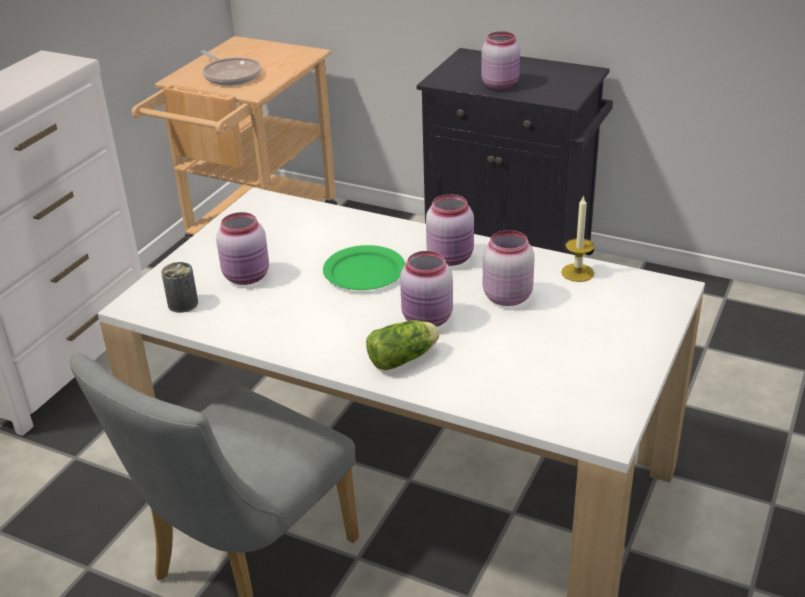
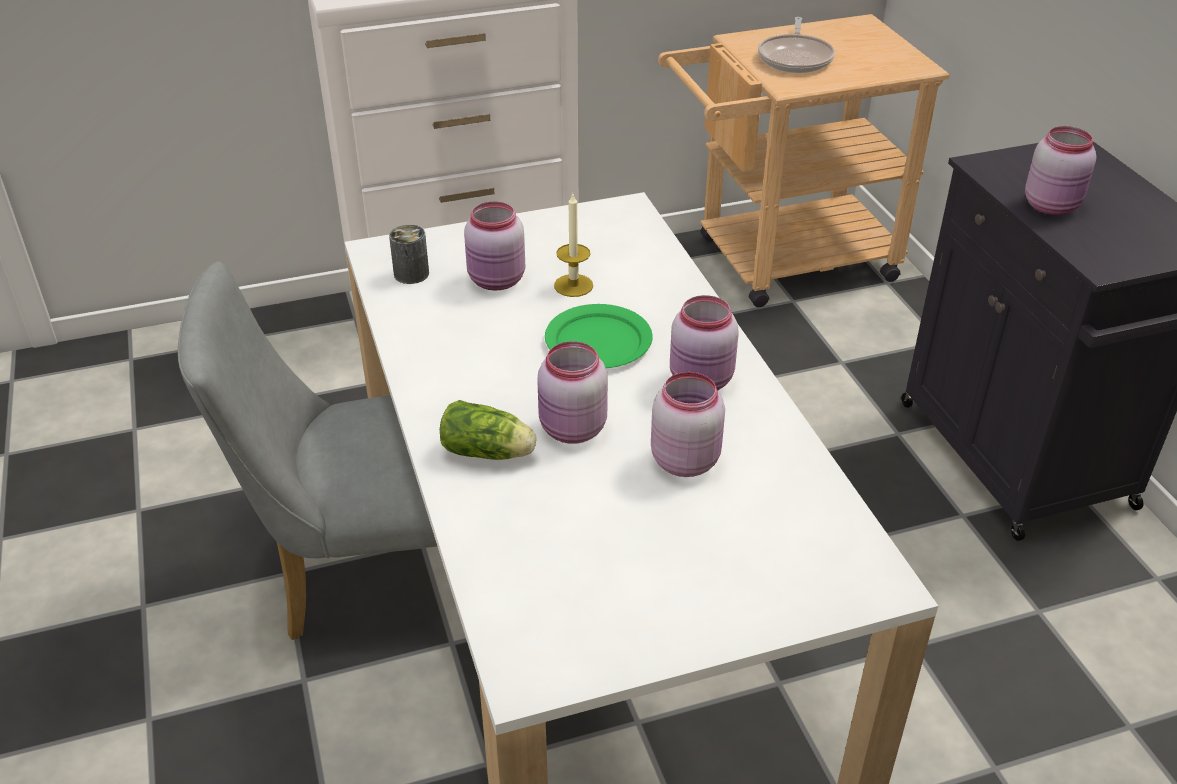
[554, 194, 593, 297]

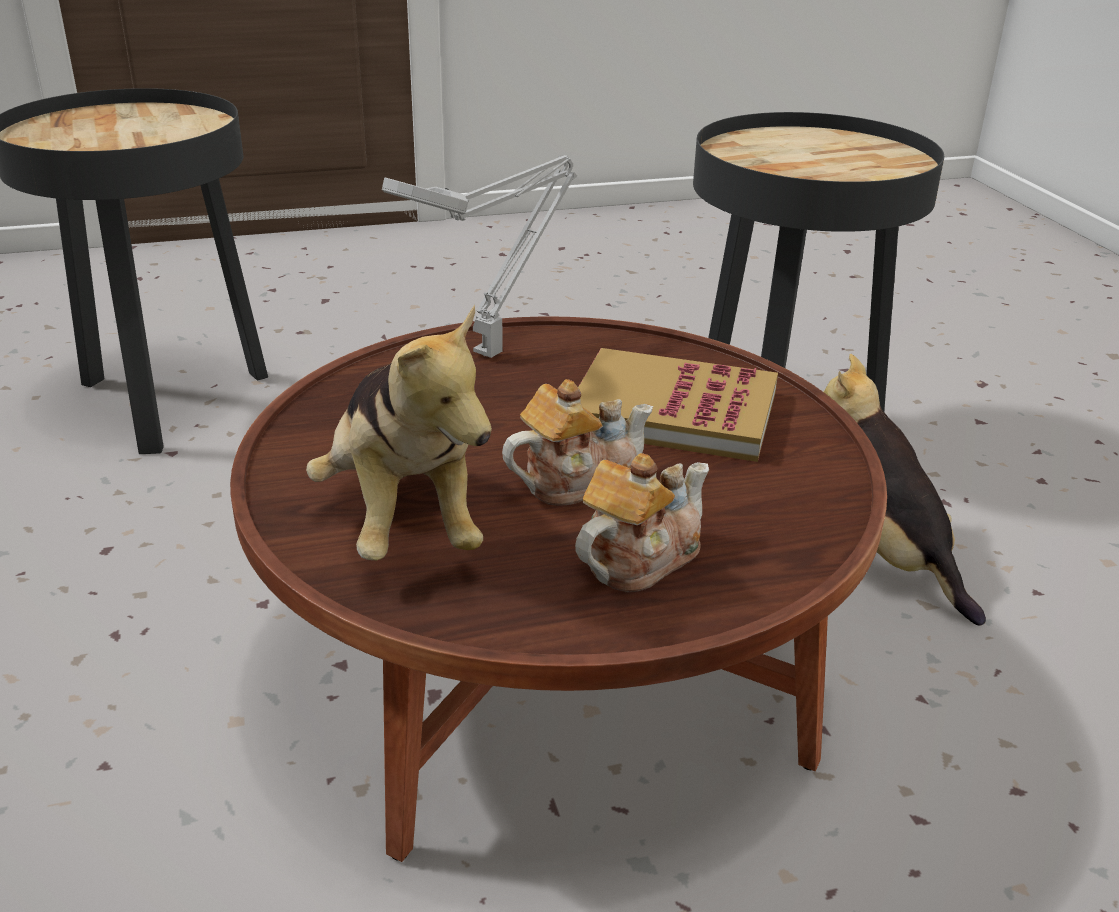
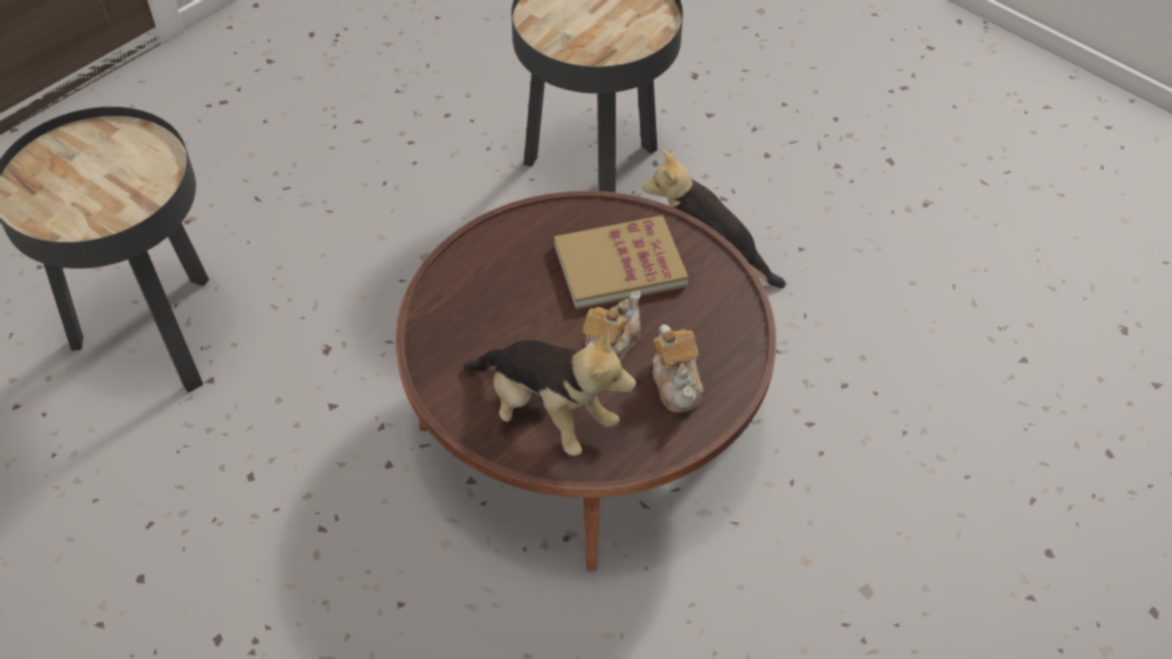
[652, 324, 704, 412]
[382, 155, 577, 358] (first image)

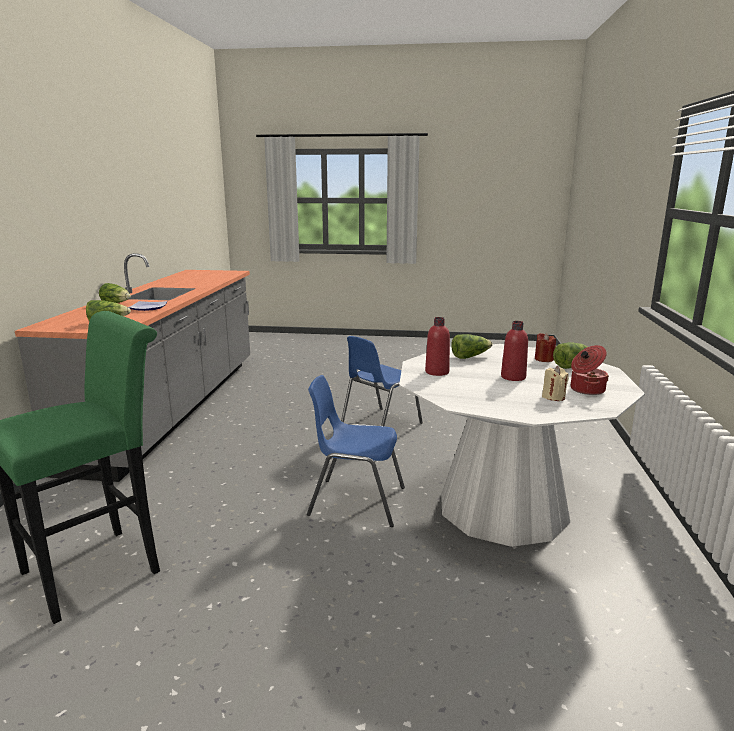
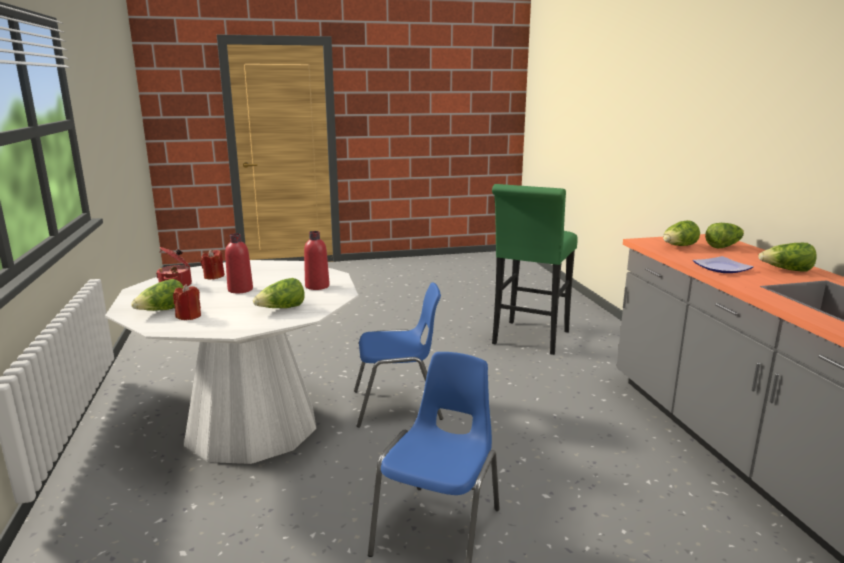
[201, 249, 225, 279]
[705, 223, 744, 248]

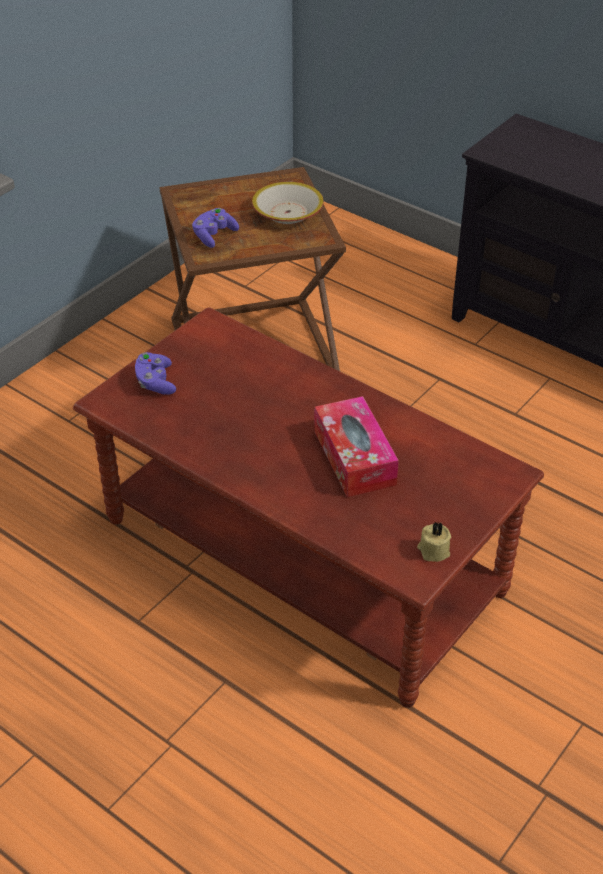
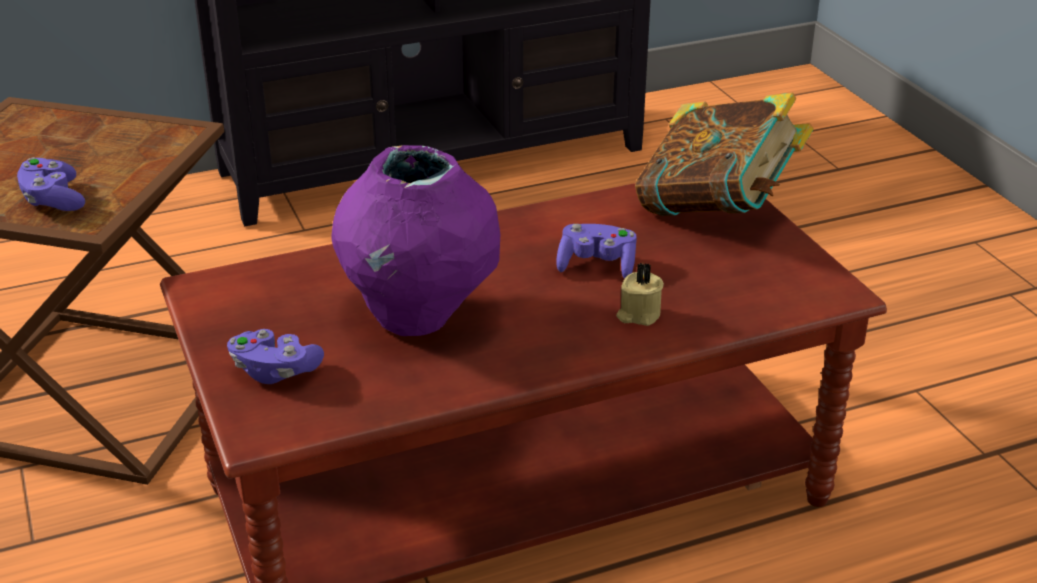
[331, 145, 500, 336]
[556, 224, 637, 279]
[616, 263, 664, 326]
[635, 93, 814, 216]
[252, 182, 324, 224] (first image)

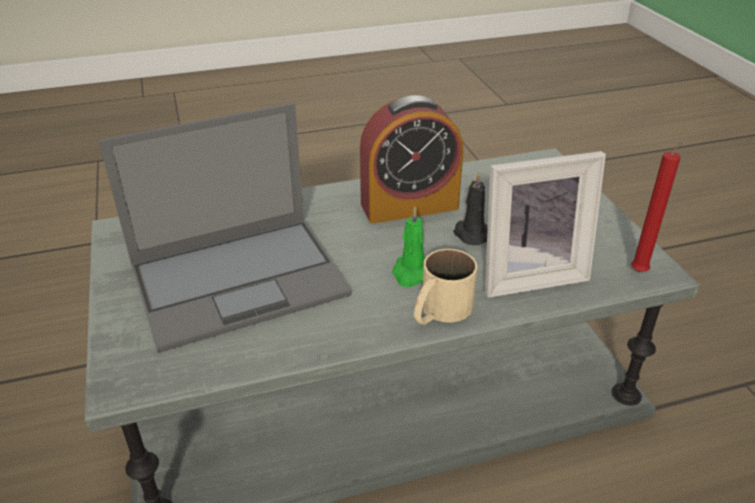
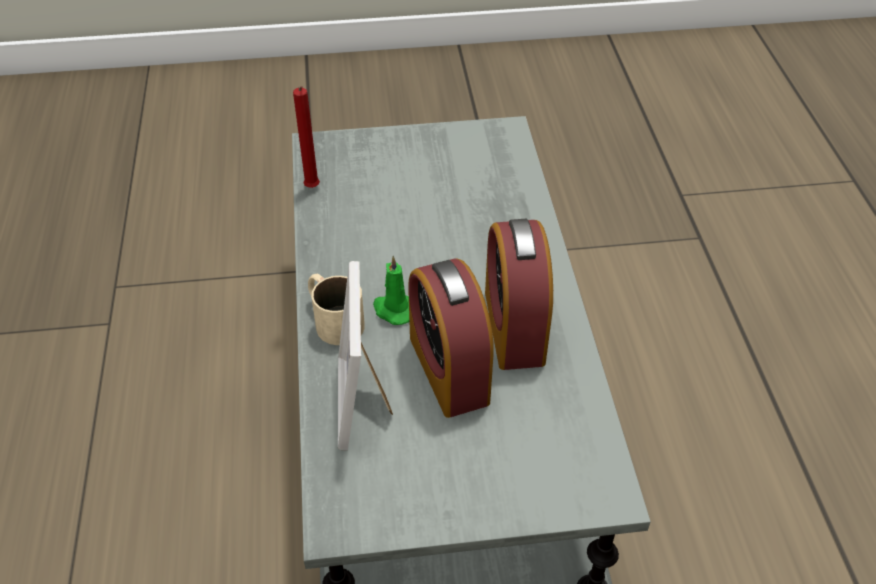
[293, 86, 320, 188]
[408, 258, 494, 418]
[98, 103, 352, 353] (first image)

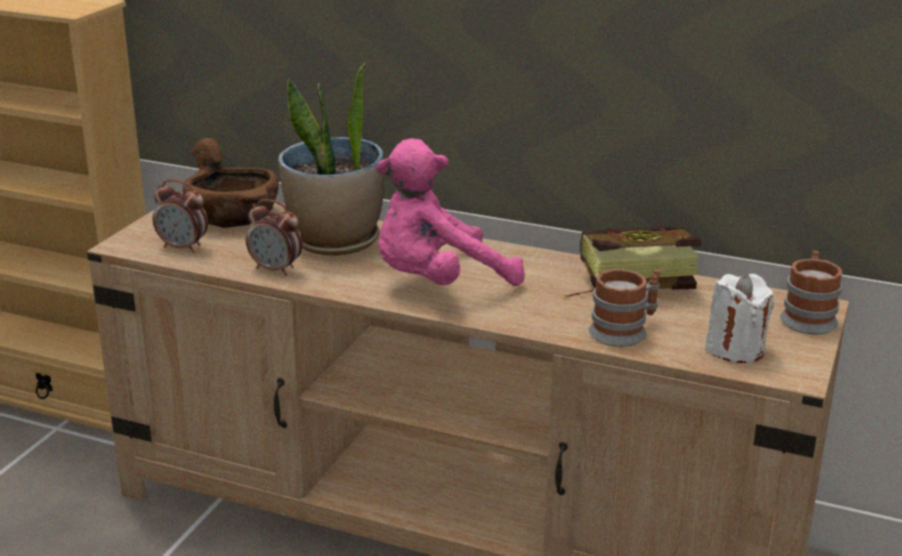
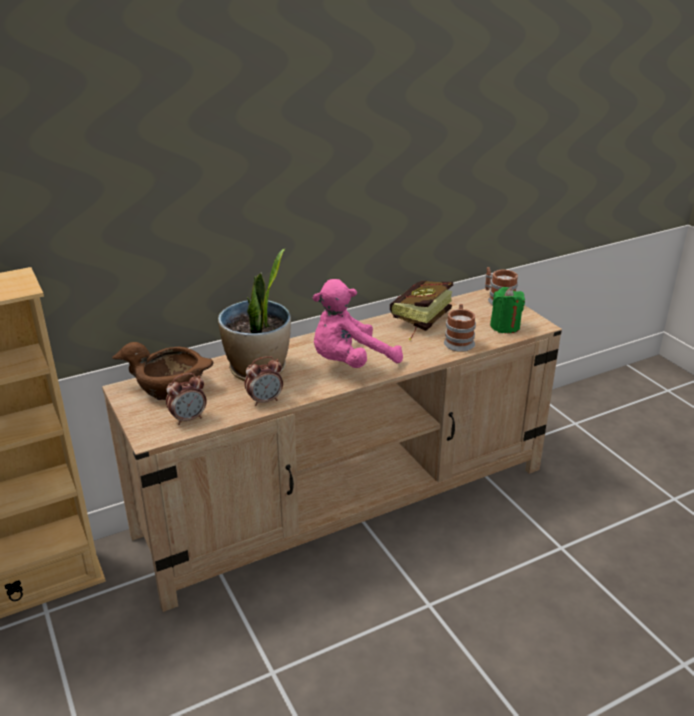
[313, 279, 403, 368]
[490, 287, 525, 333]

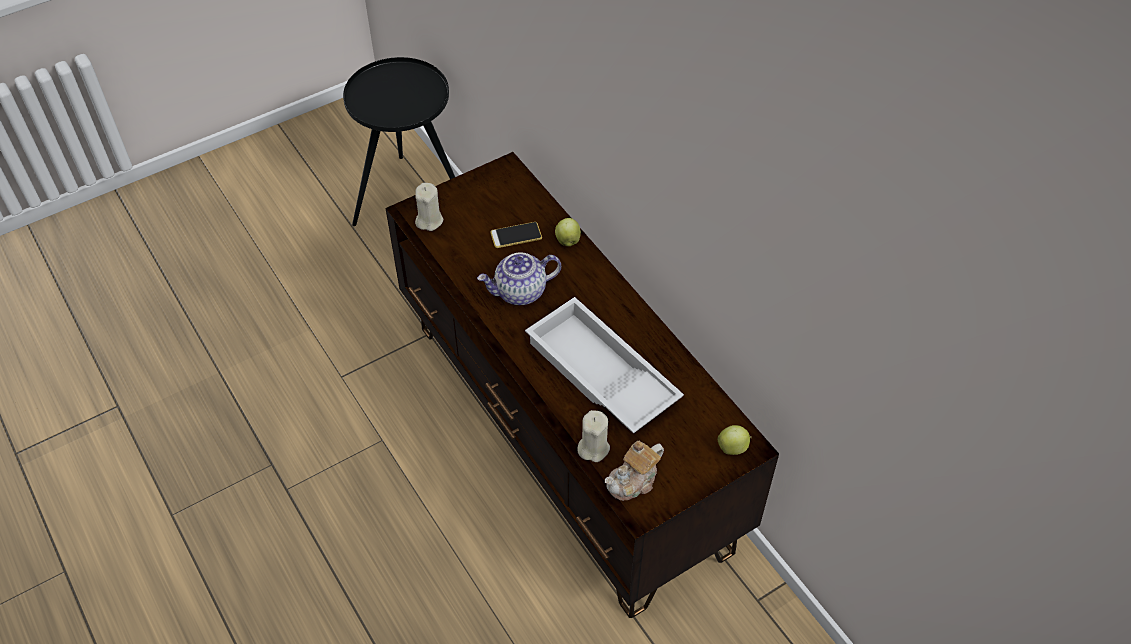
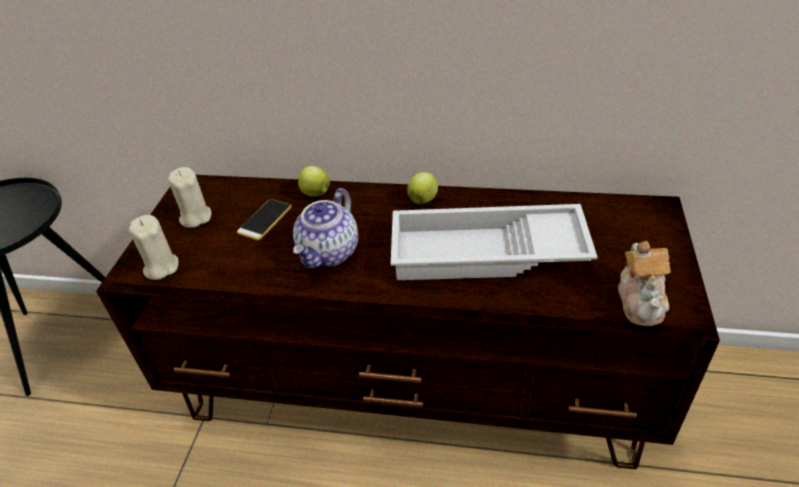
[168, 167, 211, 228]
[407, 172, 438, 204]

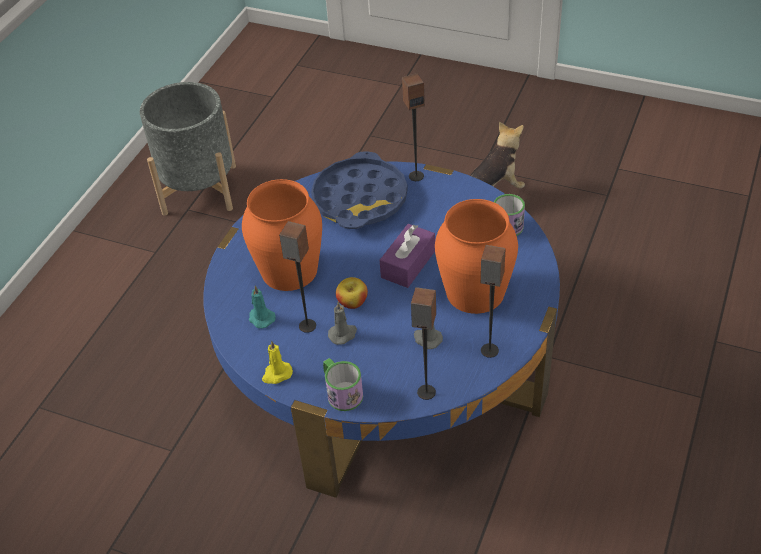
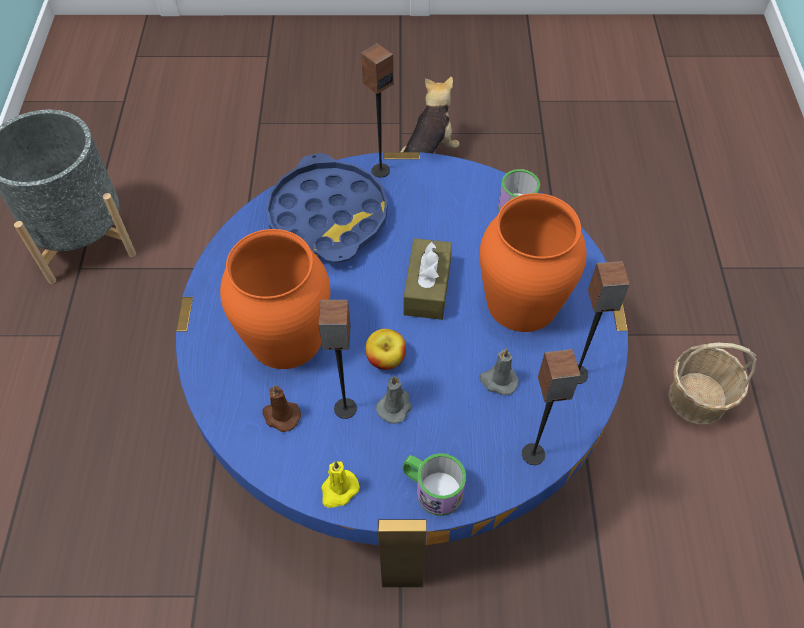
[262, 385, 301, 432]
[403, 238, 452, 320]
[668, 343, 757, 425]

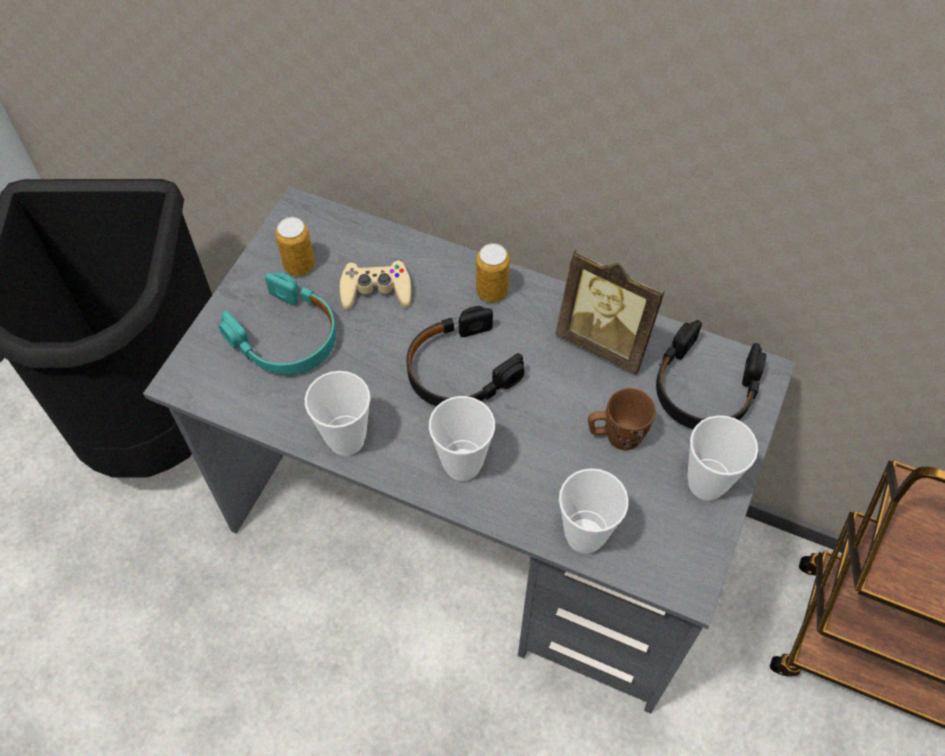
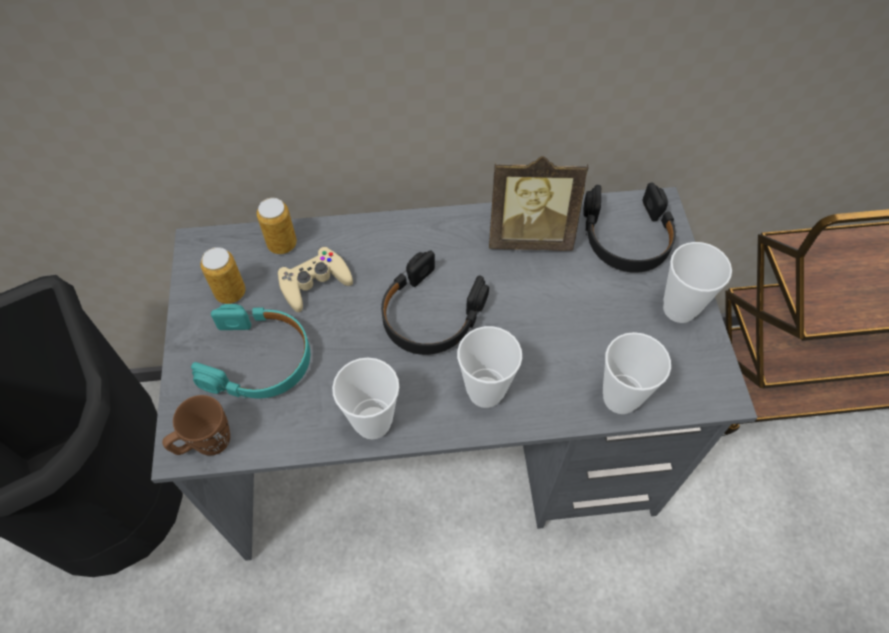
[162, 395, 230, 456]
[257, 198, 297, 254]

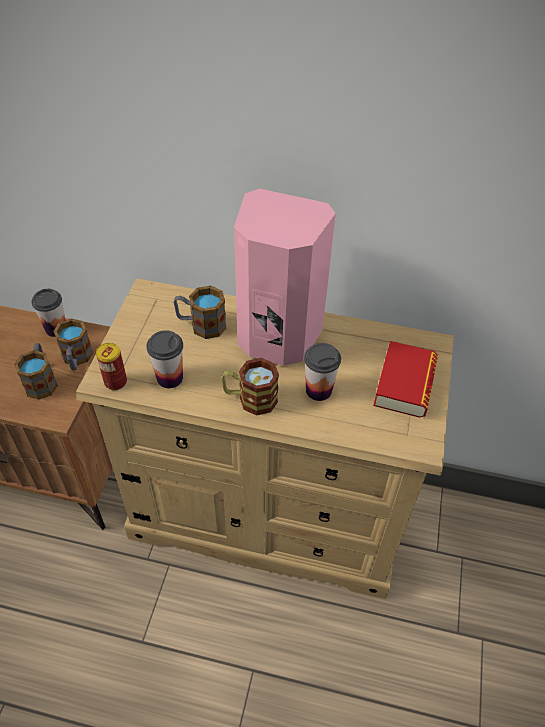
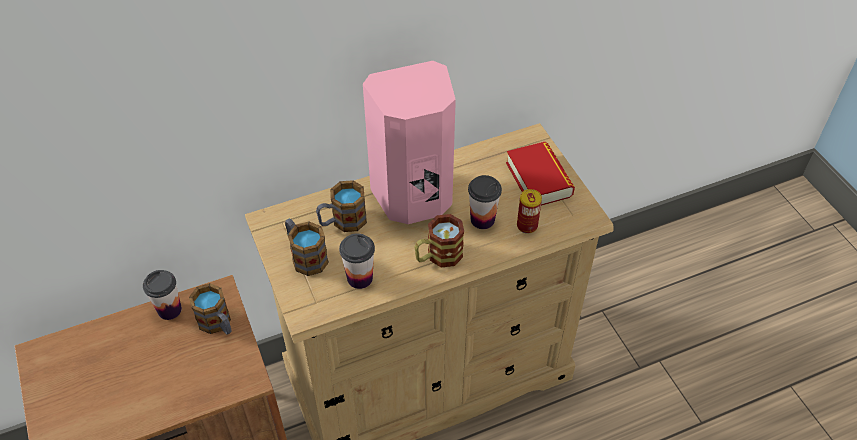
[285, 219, 329, 276]
[517, 189, 542, 234]

